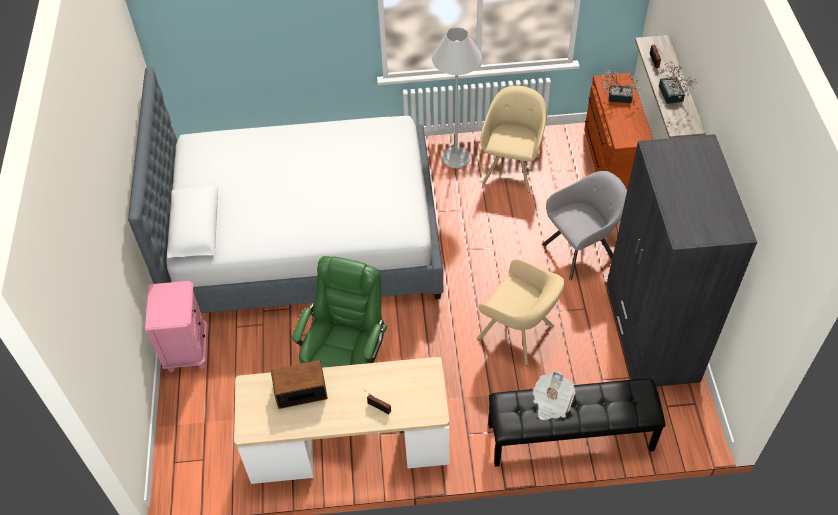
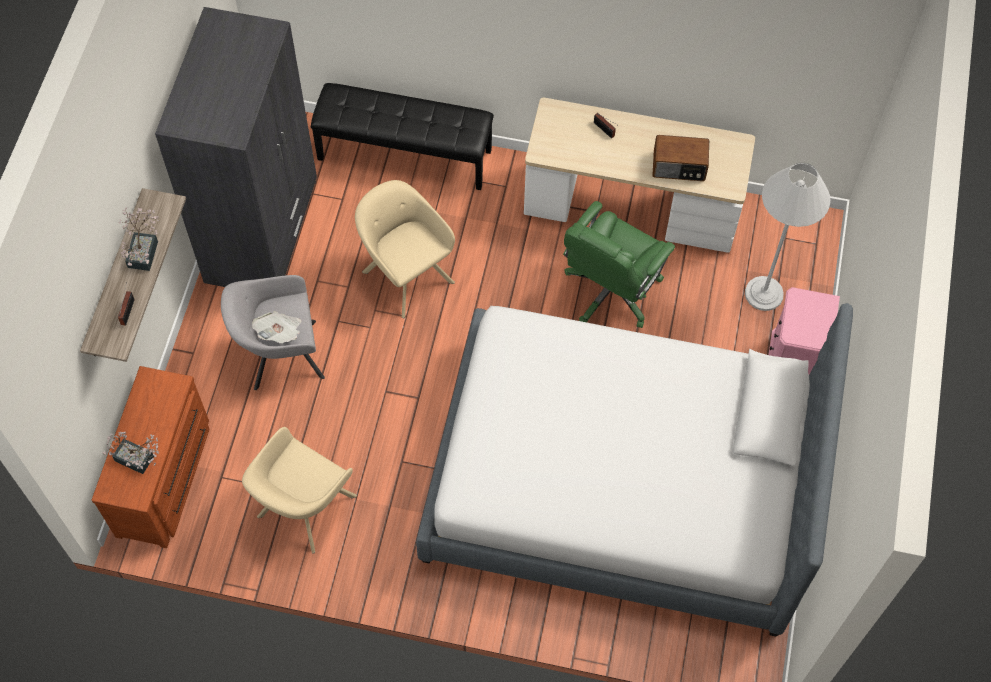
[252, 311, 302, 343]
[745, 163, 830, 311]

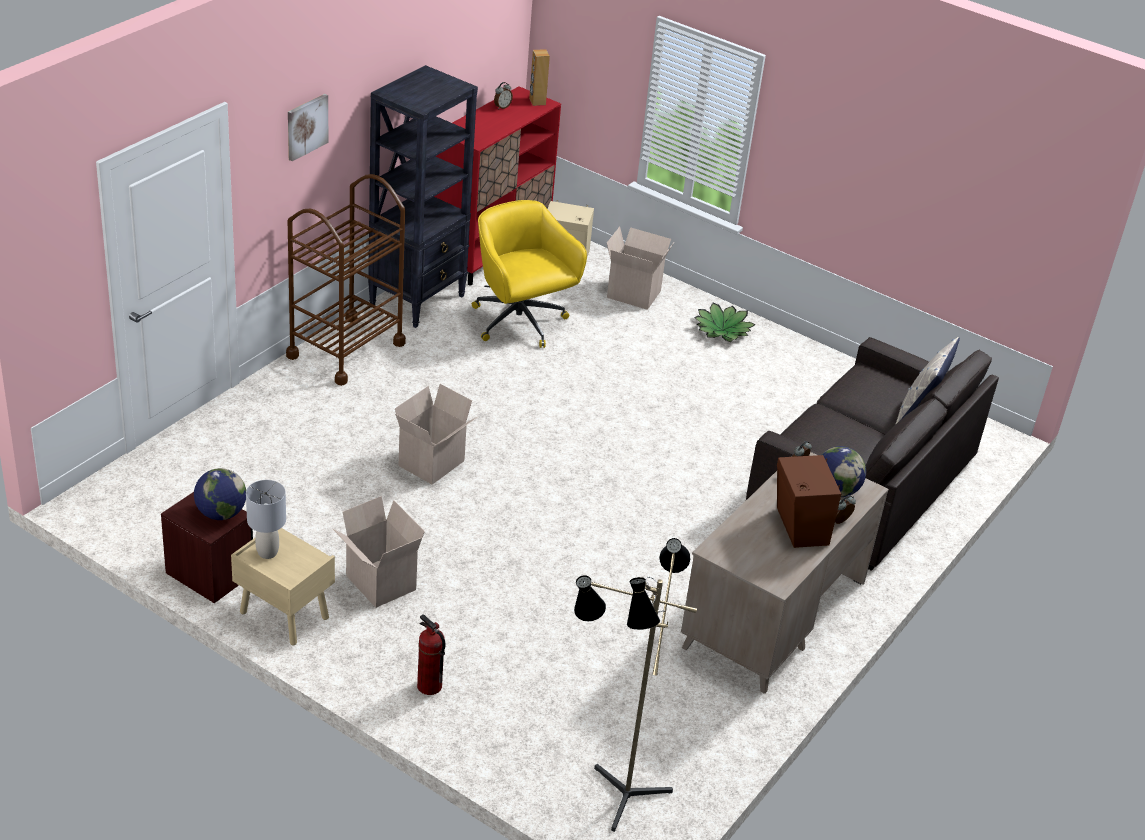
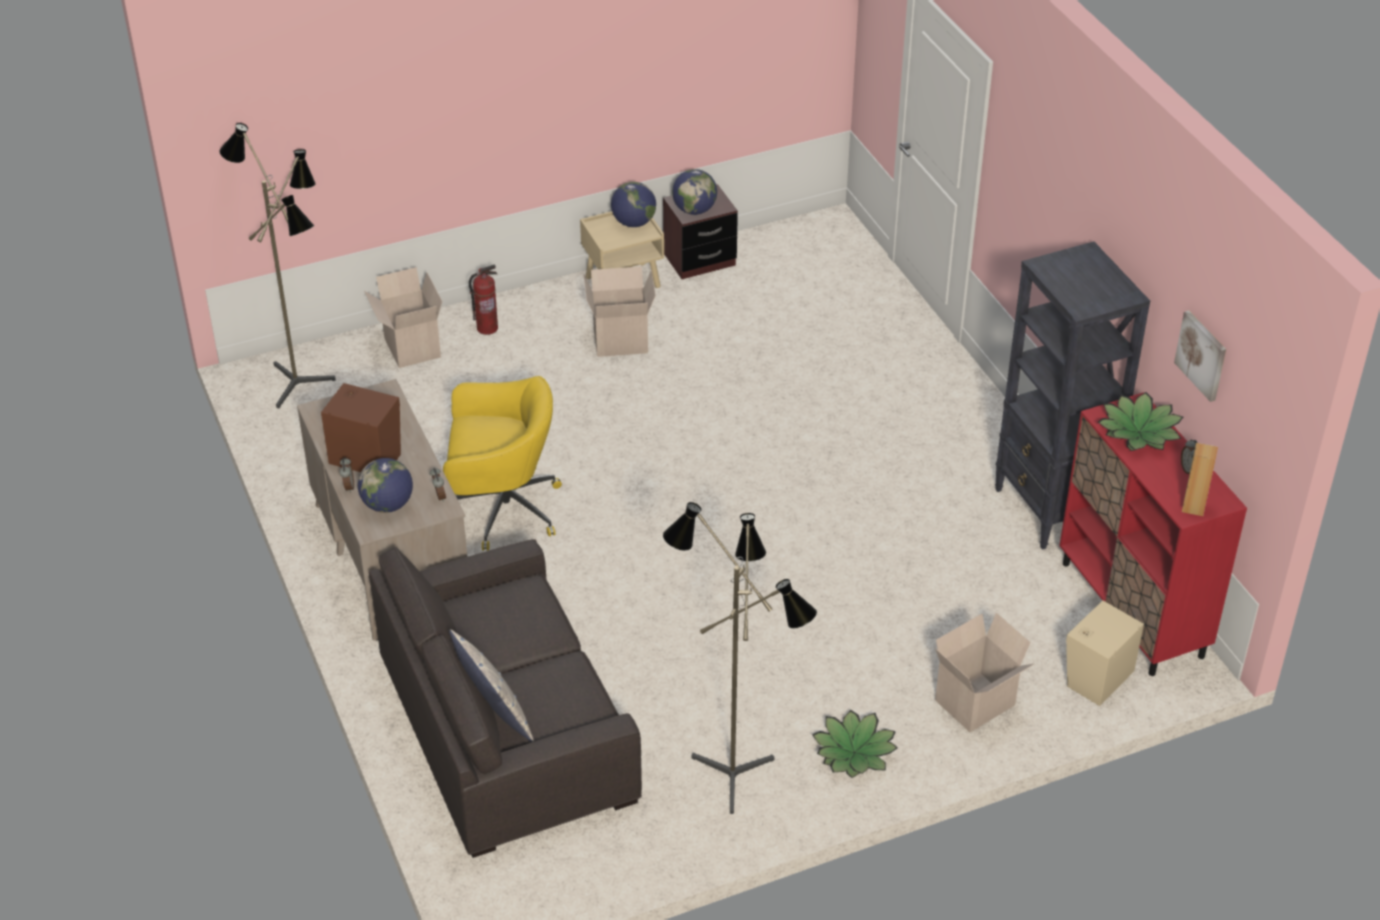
[364, 267, 442, 368]
[443, 376, 562, 551]
[611, 182, 656, 227]
[663, 502, 817, 814]
[1098, 392, 1183, 451]
[1174, 310, 1226, 402]
[286, 174, 406, 386] (first image)

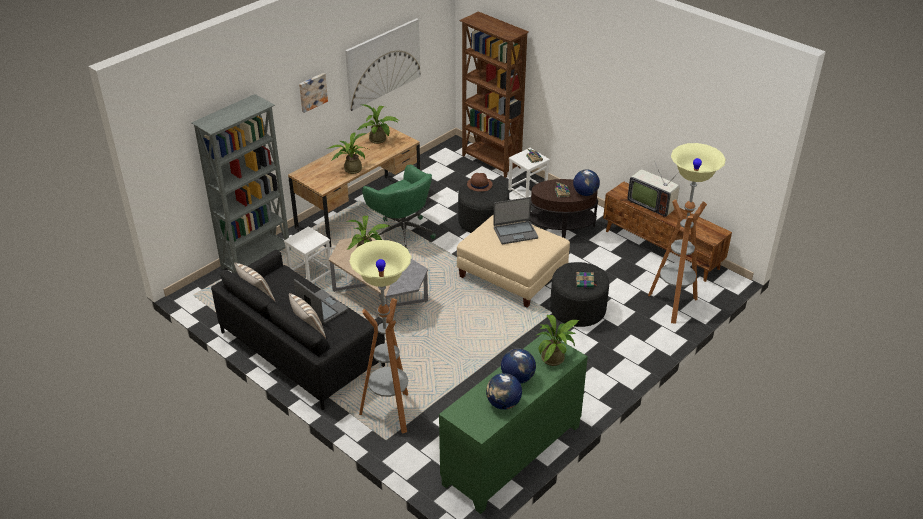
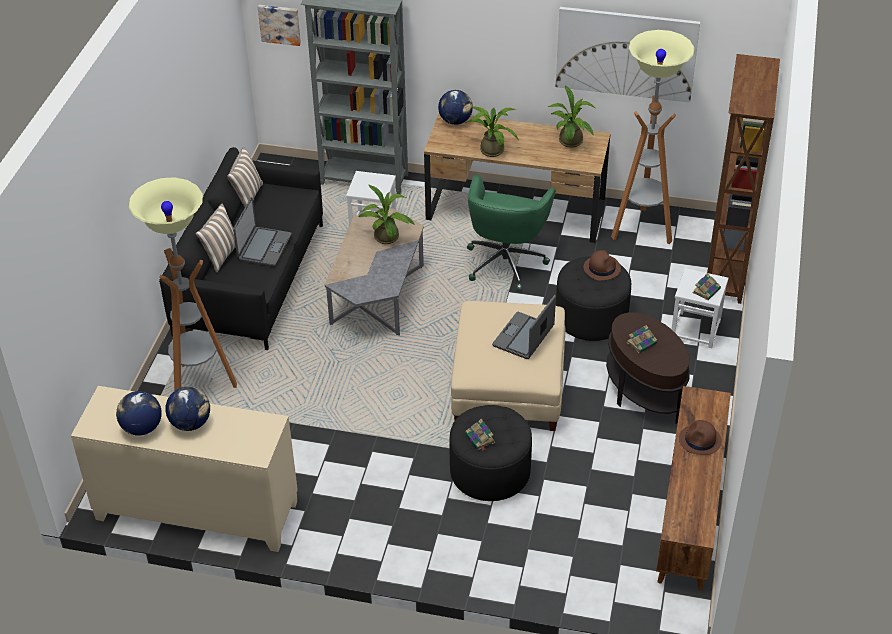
[71, 386, 298, 552]
[258, 5, 301, 46]
[438, 90, 473, 125]
[492, 295, 556, 359]
[611, 30, 694, 244]
[679, 420, 722, 455]
[537, 315, 580, 366] (first image)

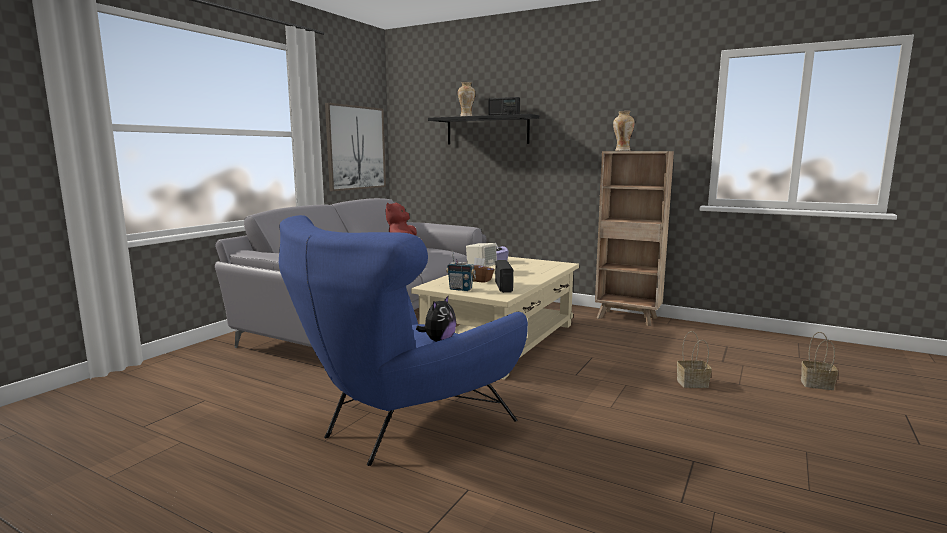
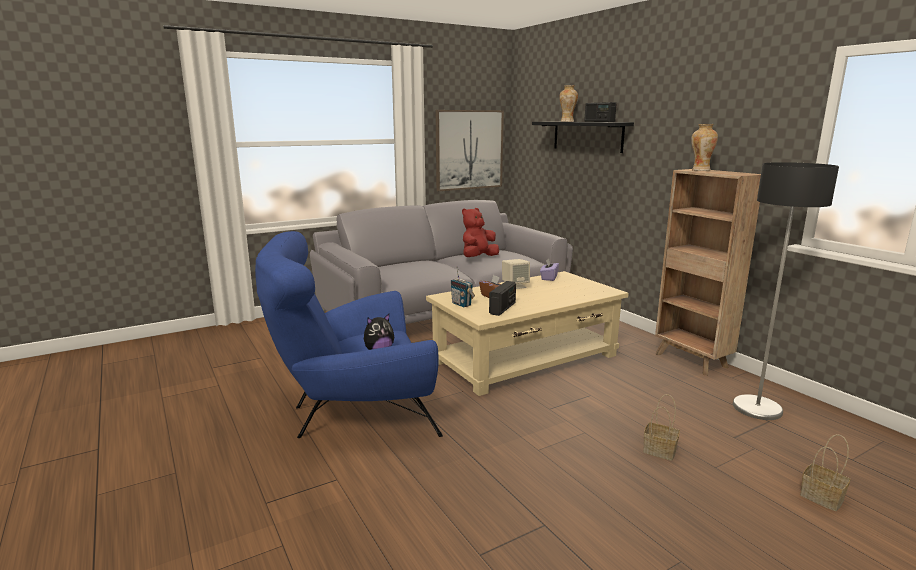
[733, 162, 839, 420]

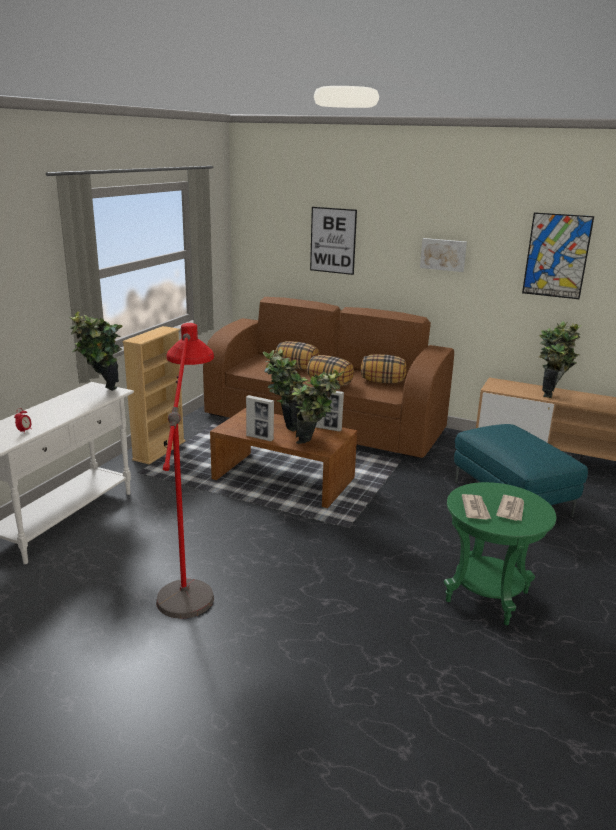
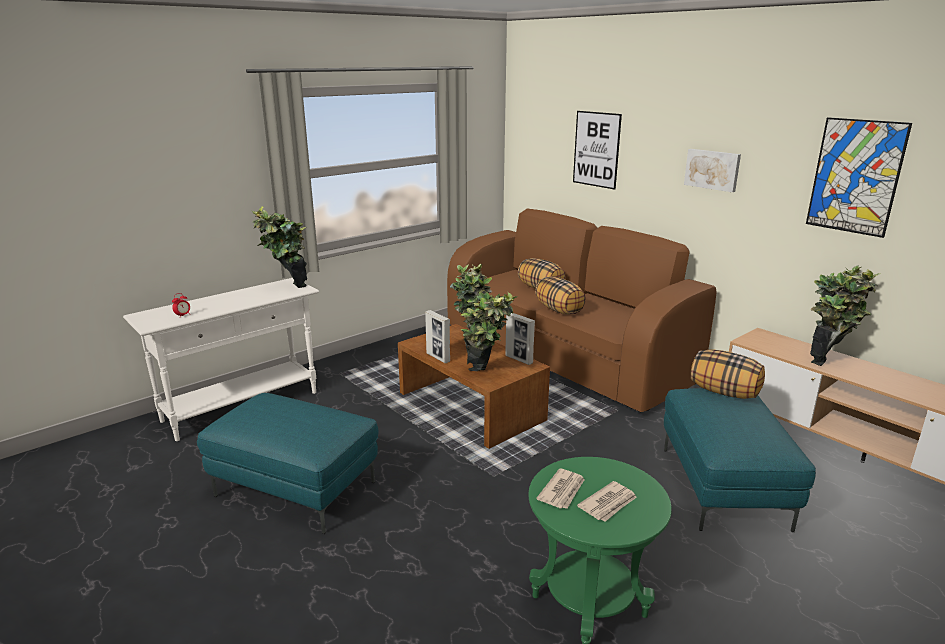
[197, 393, 378, 534]
[691, 349, 765, 399]
[122, 326, 185, 464] (first image)

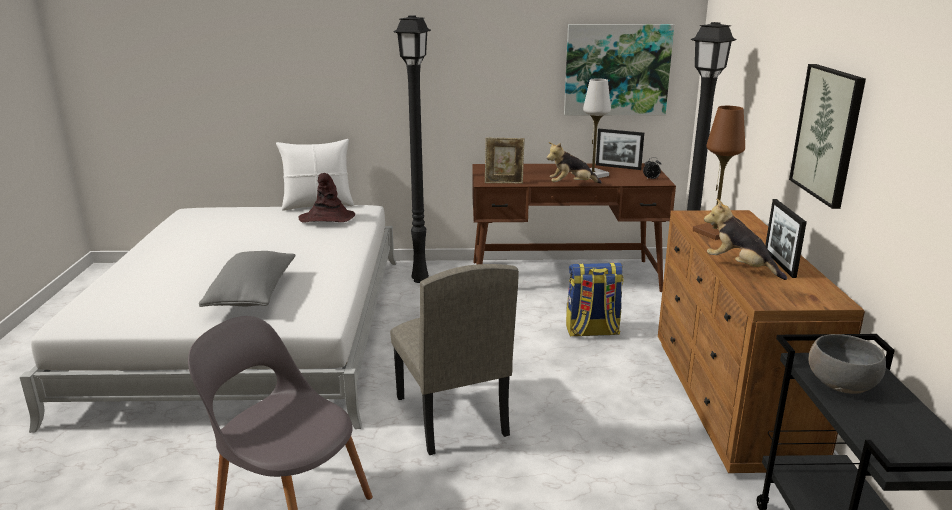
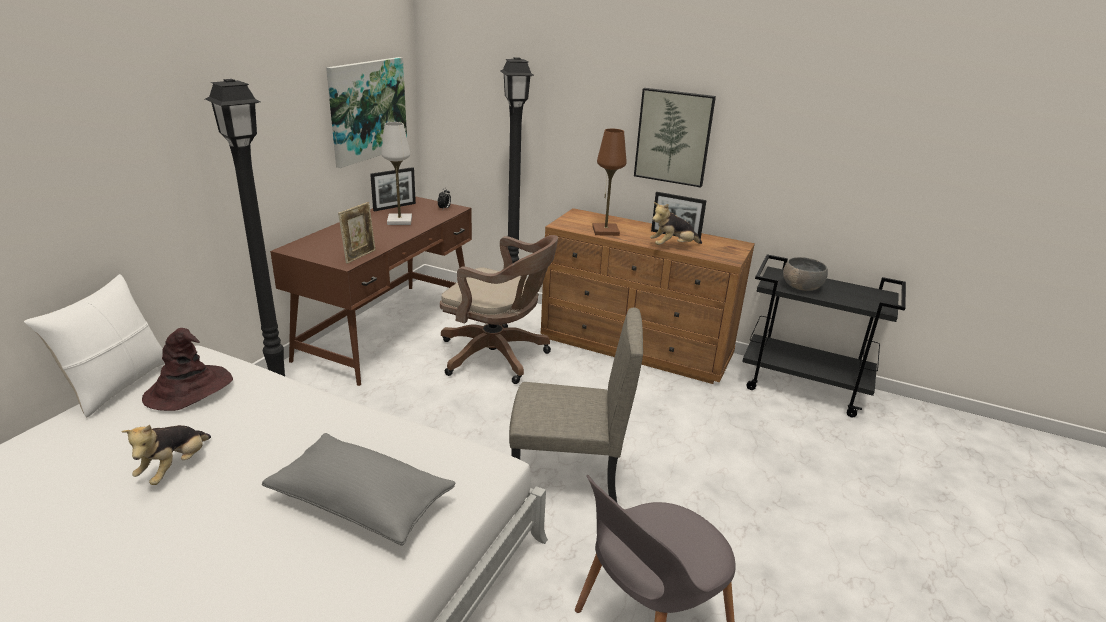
[121, 424, 211, 485]
[440, 235, 558, 384]

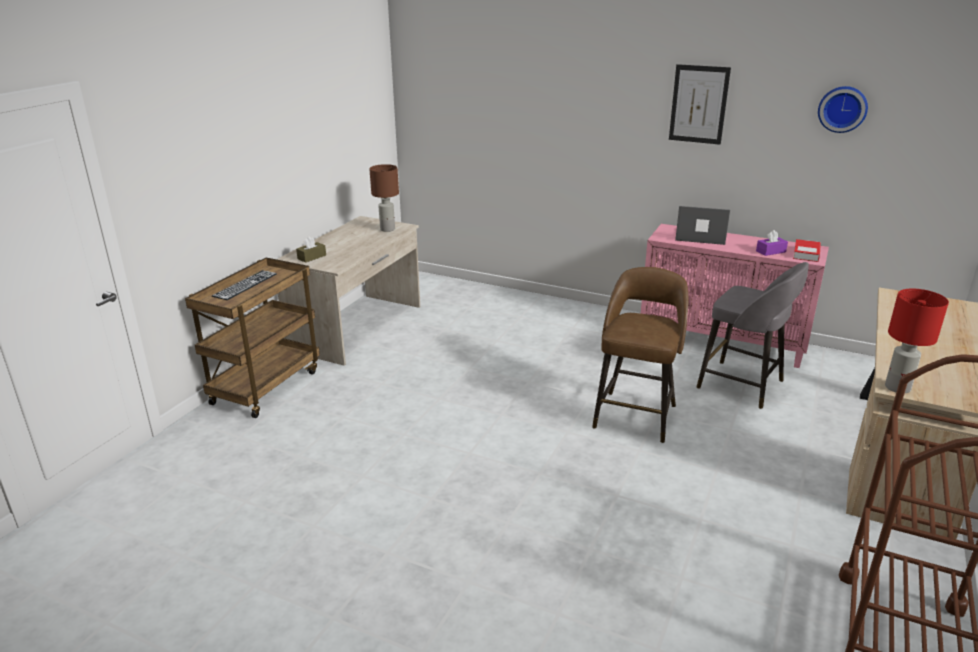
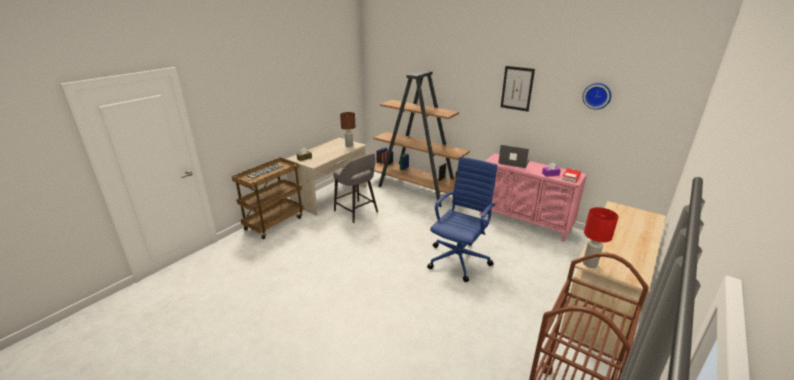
[333, 153, 378, 223]
[373, 70, 470, 207]
[427, 157, 497, 282]

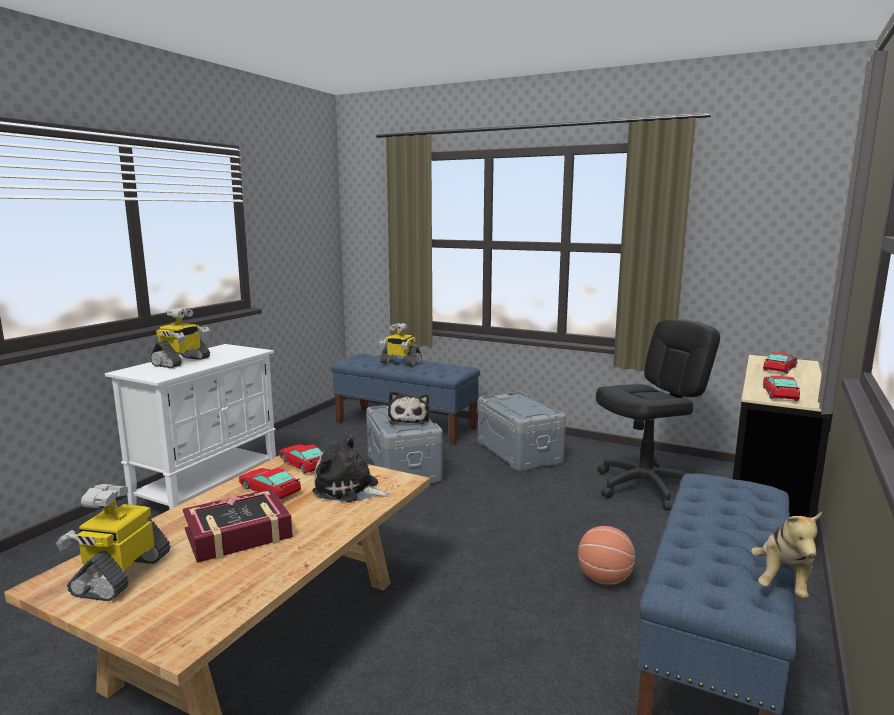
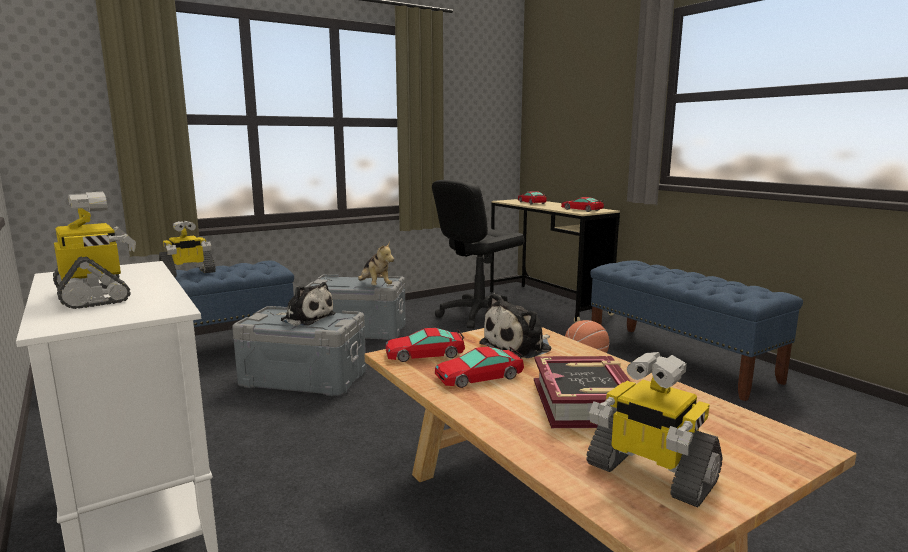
[358, 242, 394, 285]
[432, 180, 524, 329]

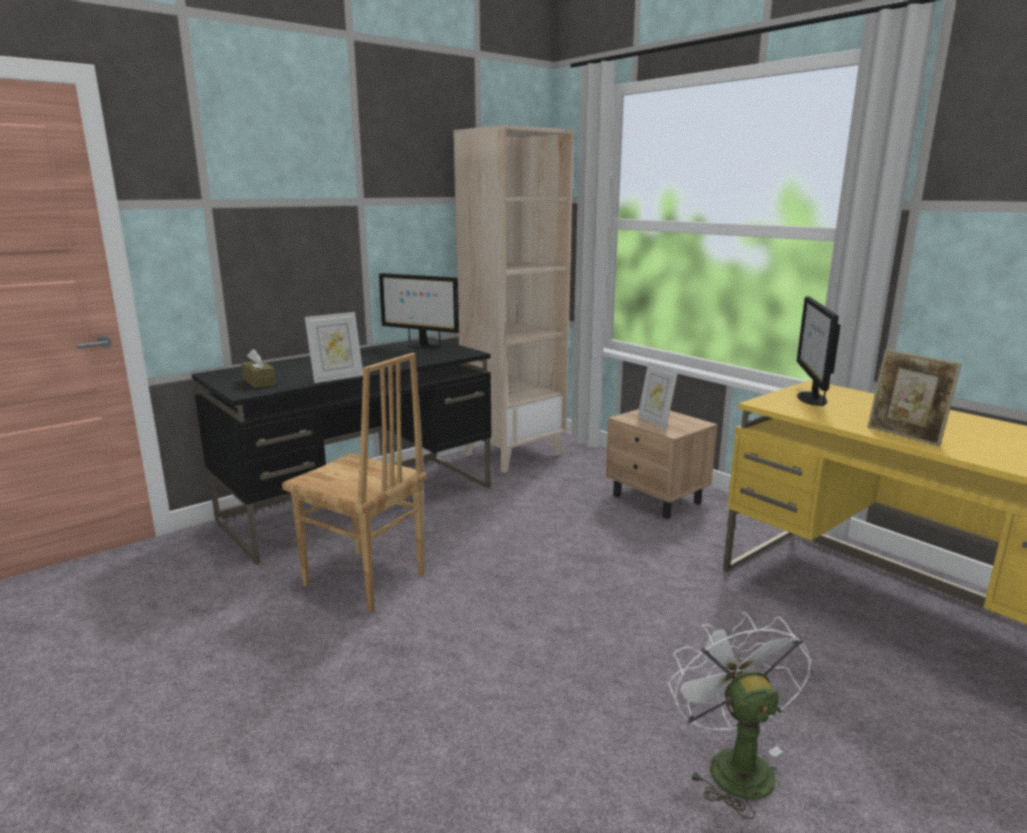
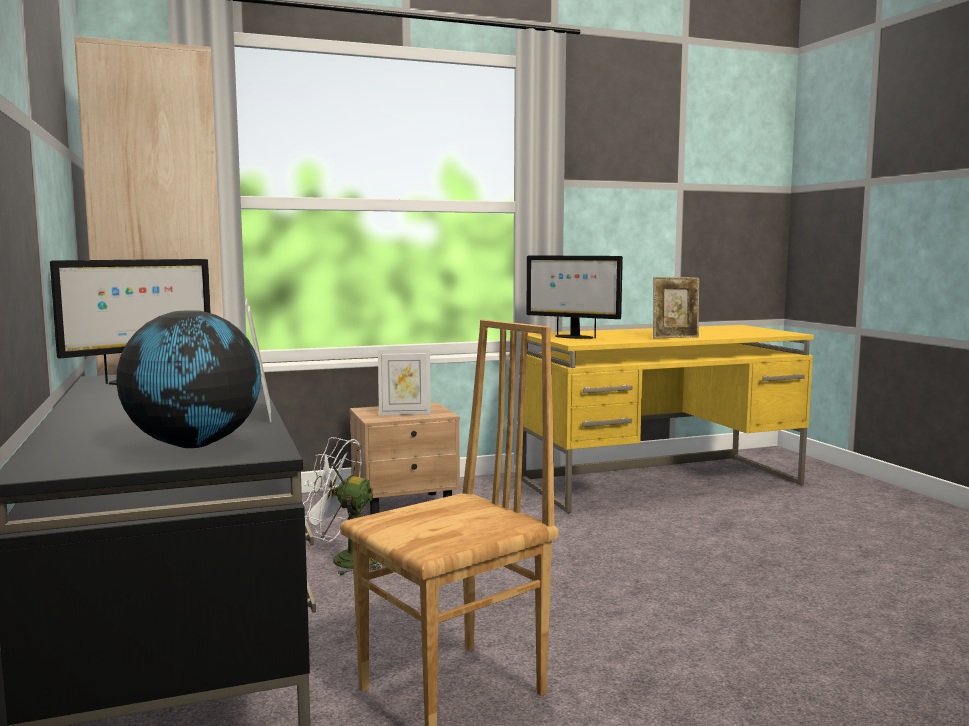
[116, 310, 261, 448]
[303, 437, 382, 576]

